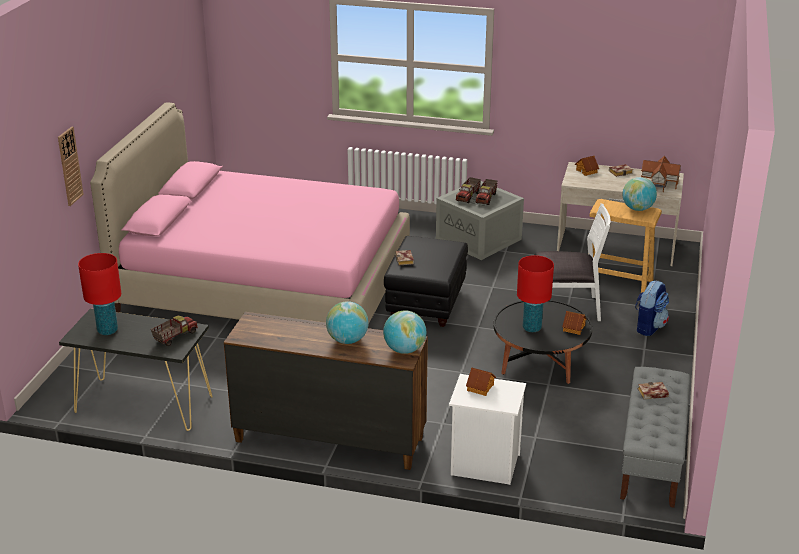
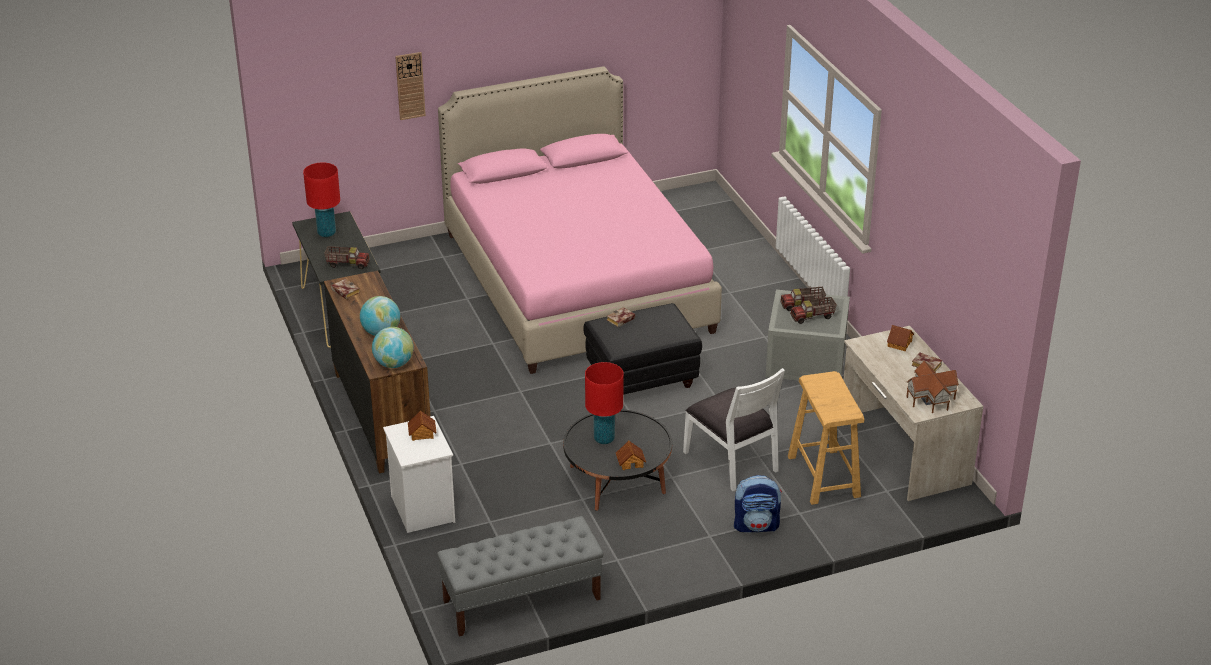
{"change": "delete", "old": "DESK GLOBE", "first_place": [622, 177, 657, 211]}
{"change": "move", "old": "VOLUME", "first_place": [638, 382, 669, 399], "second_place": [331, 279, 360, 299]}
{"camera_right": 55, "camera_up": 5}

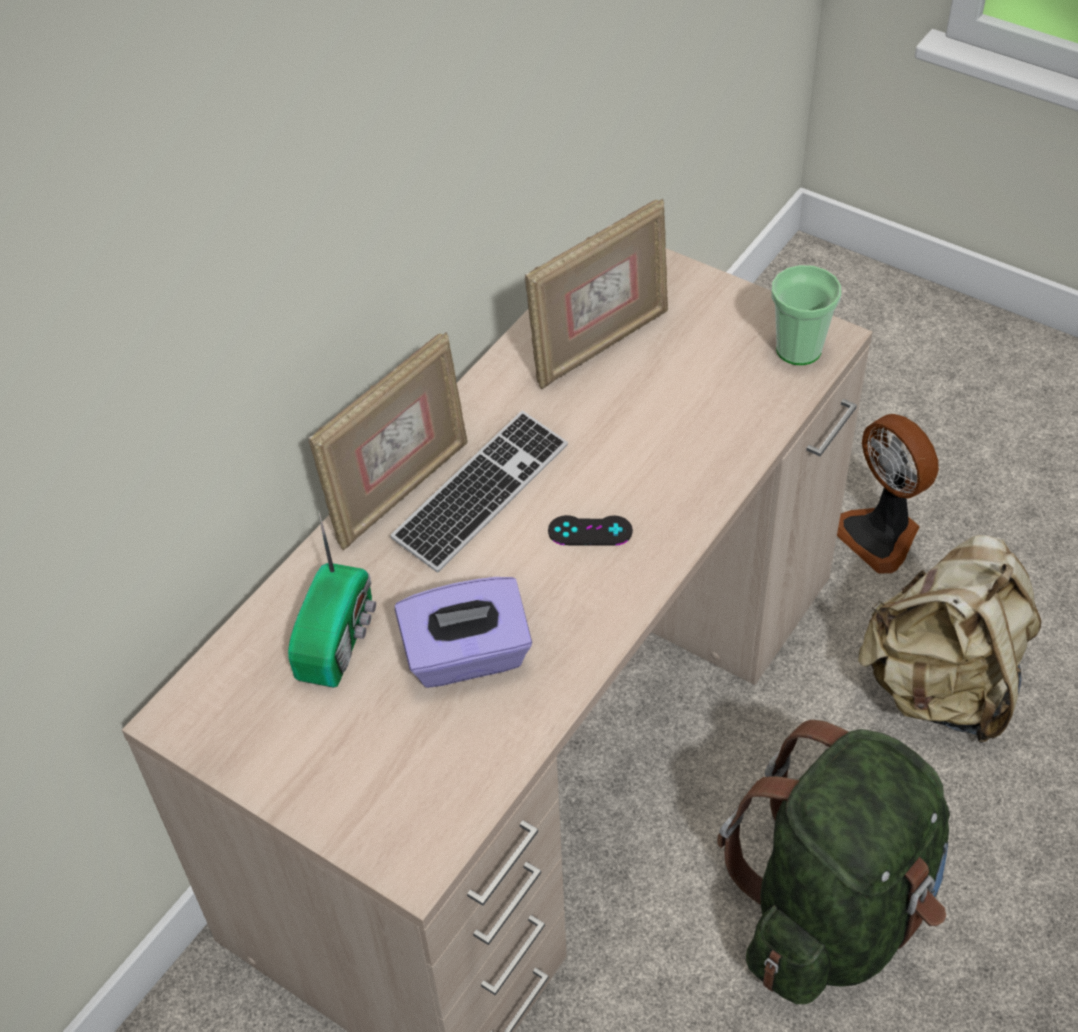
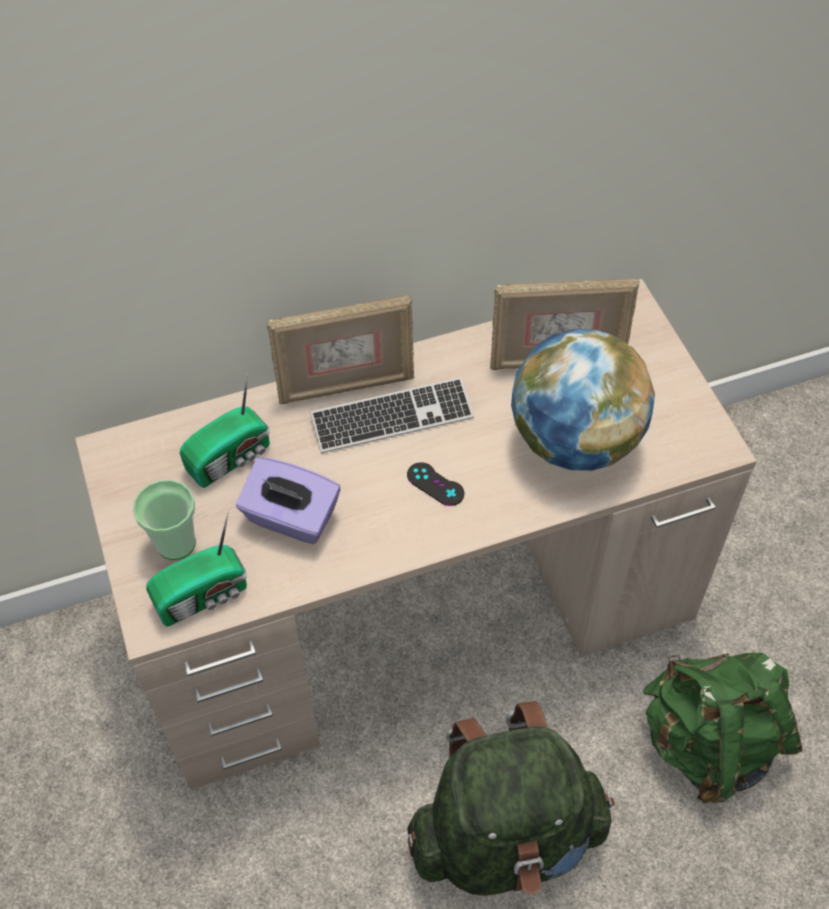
{"change": "move", "old": "SMALL CUP", "first_place": [771, 265, 841, 365], "second_place": [133, 480, 196, 560]}
{"change": "delete", "old": "COOLING FAN", "first_place": [837, 414, 939, 574]}
{"change": "recolor", "old": "BEIGE-COLOURED RUCKSACK", "new": "GREEN-COLOURED RUCKSACK", "first_place": [858, 535, 1041, 743], "second_place": [643, 653, 803, 804]}
{"change": "insert", "new": "DESK GLOBE", "second_place": [511, 329, 655, 471]}
{"change": "insert", "new": "RADIO RECEIVER", "second_place": [146, 512, 247, 627]}
{"camera_right": 35, "camera_up": 5}

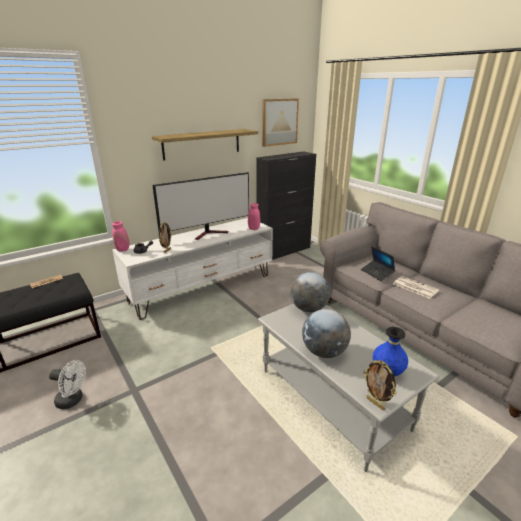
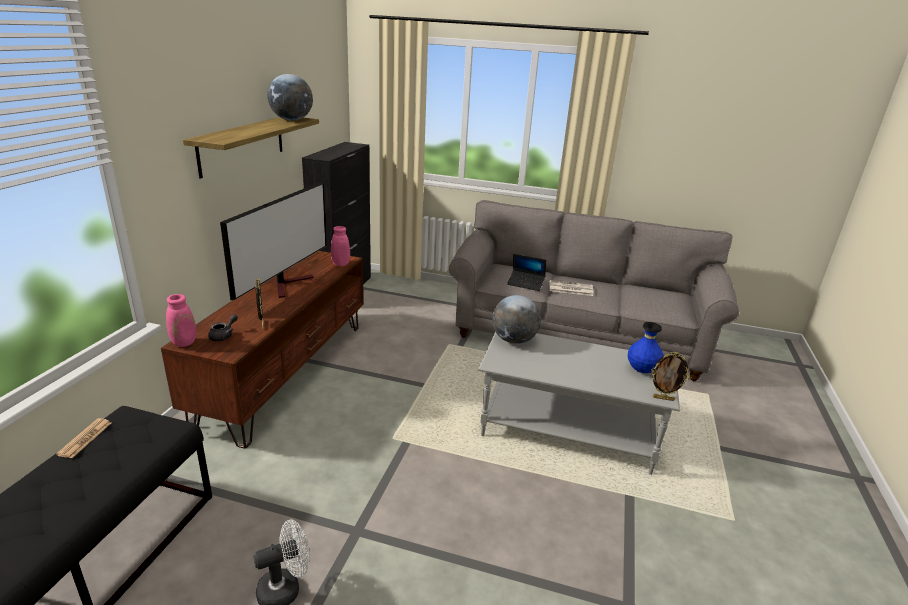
{"change": "delete", "old": "WALL ART", "first_place": [262, 98, 299, 147]}
{"change": "recolor", "old": "WHITISH TV UNIT", "new": "BROWN TV UNIT", "first_place": [112, 218, 273, 320], "second_place": [161, 251, 364, 449]}
{"change": "move", "old": "DESK GLOBE", "first_place": [302, 309, 351, 358], "second_place": [267, 74, 313, 121]}
{"camera_right": -40, "camera_up": 0}

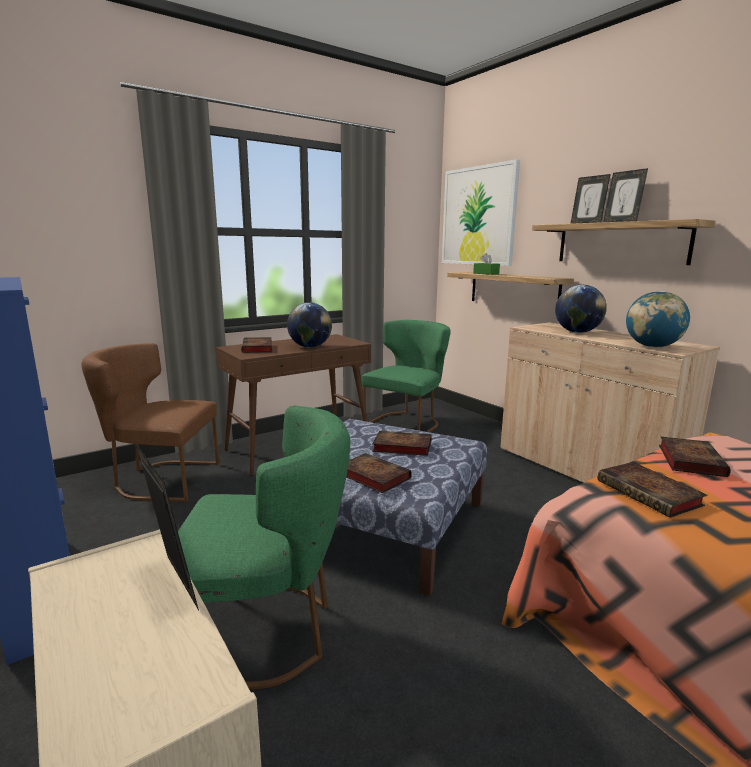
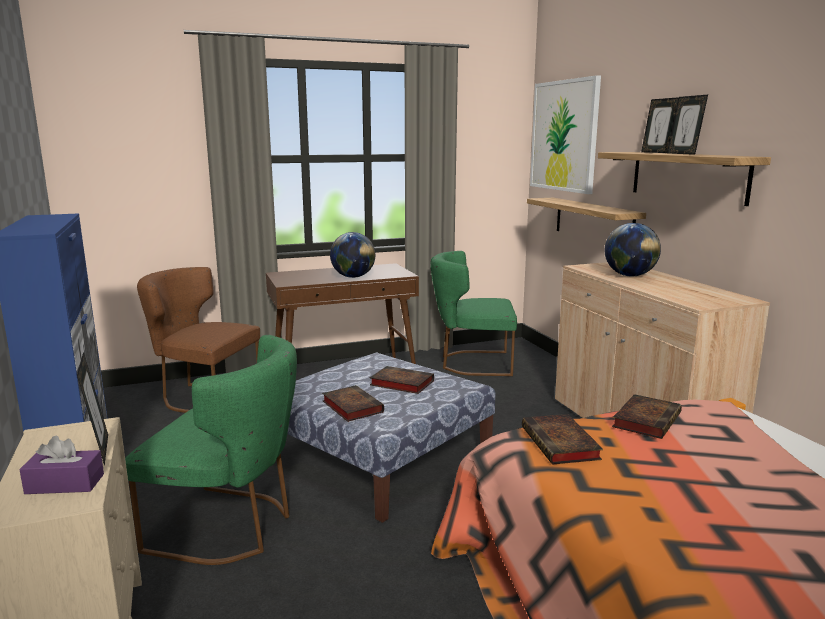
{"change": "delete", "old": "GREEN-COLOURED TISSUE HOLDER", "first_place": [473, 253, 500, 275]}
{"change": "delete", "old": "DESK GLOBE", "first_place": [626, 291, 690, 348]}
{"change": "rotate", "old": "GREEN-COLOURED UPRIGHT CHAIR", "first_place": [362, 320, 451, 432], "second_place": [431, 251, 517, 376], "degrees": -135}
{"change": "delete", "old": "VOLUME", "first_place": [241, 337, 272, 353]}
{"change": "insert", "new": "PURPLE TISSUE HOLDER", "second_place": [19, 436, 104, 494]}
{"camera_right": 15, "camera_up": 0}

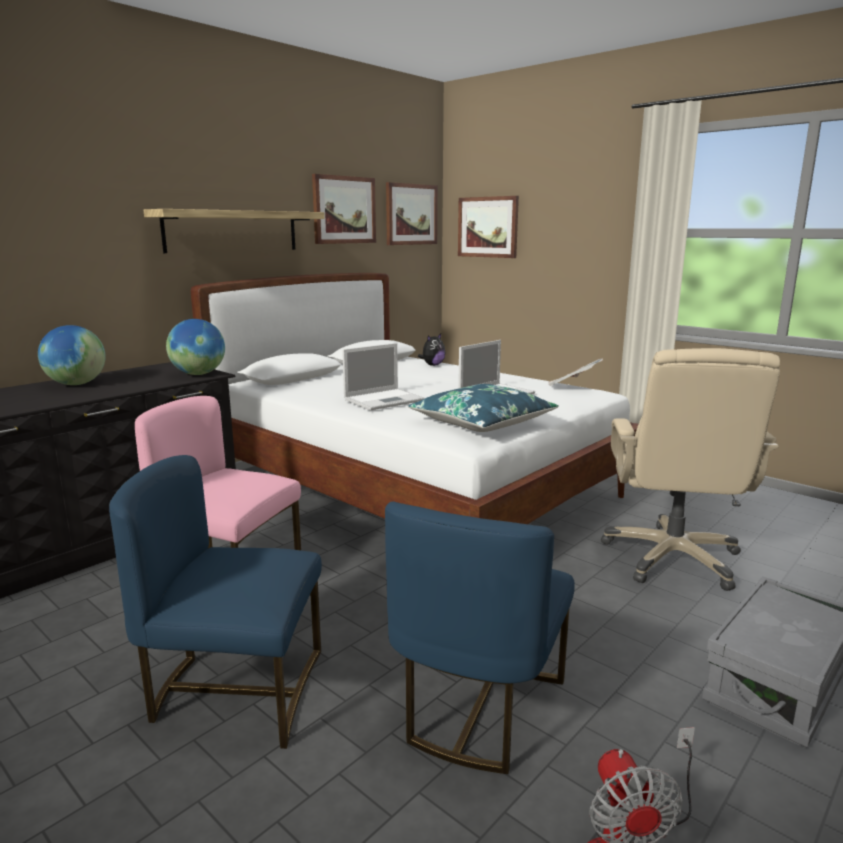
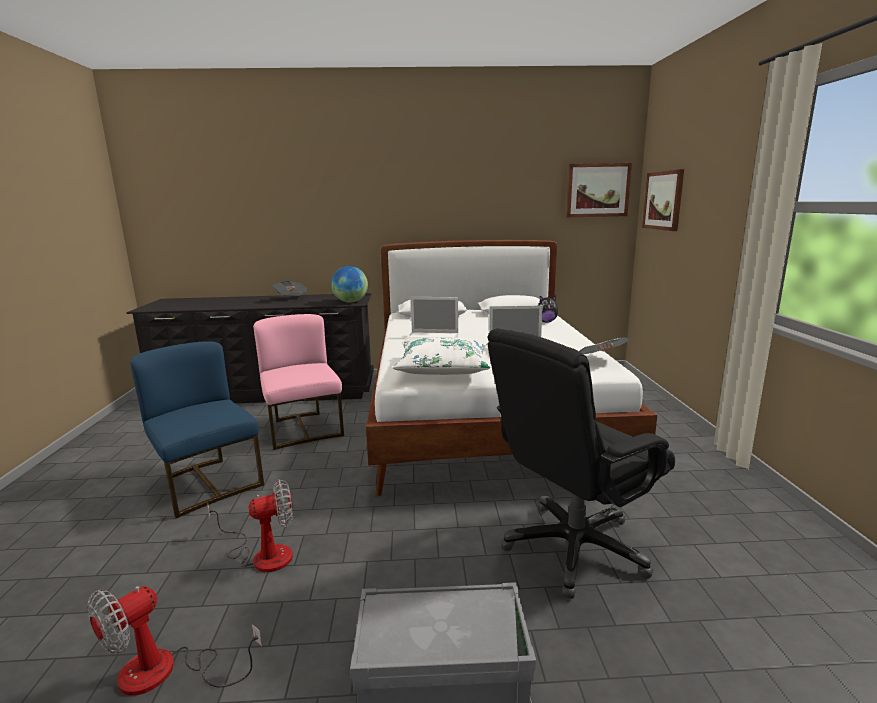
{"change": "delete", "old": "WALL ART", "first_place": [312, 174, 376, 244]}
{"change": "delete", "old": "BRACKET SHELF", "first_place": [143, 209, 325, 253]}
{"change": "replace", "old": "DESK GLOBE", "new": "PRINTED PAPER", "first_place": [38, 325, 106, 385], "second_place": [271, 281, 308, 296]}
{"change": "recolor", "old": "BEIGE-COLOURED OFFICE CHAIR", "new": "BLACKISH OFFICE CHAIR", "first_place": [601, 348, 780, 591], "second_place": [487, 329, 675, 599]}
{"change": "recolor", "old": "BLUE-COLOURED PILLOW", "new": "WHITISH PILLOW", "first_place": [408, 384, 559, 432], "second_place": [392, 338, 490, 375]}
{"change": "replace", "old": "BLUE-COLOURED UPRIGHT CHAIR", "new": "COOLING FAN", "first_place": [385, 501, 575, 774], "second_place": [208, 479, 293, 572]}
{"camera_right": 45, "camera_up": 0}

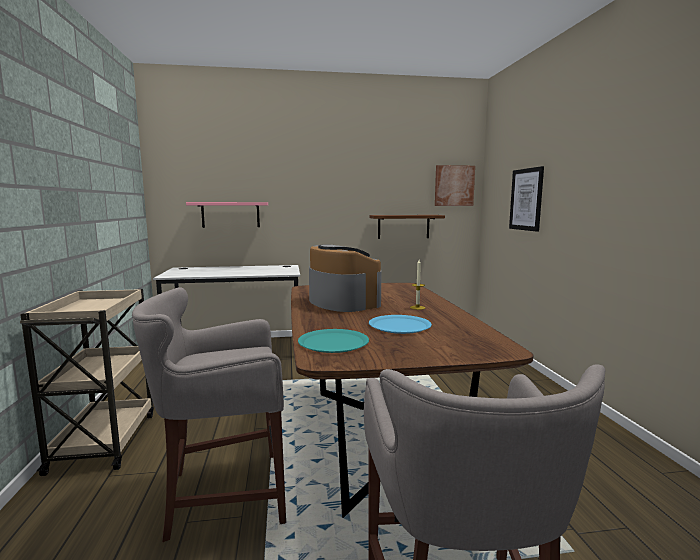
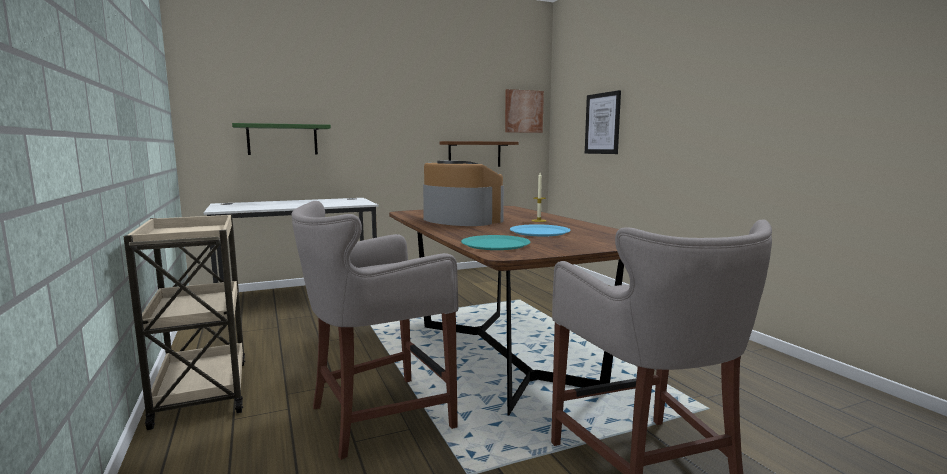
{"change": "recolor", "old": "PINKISH BRACKET SHELF", "new": "GREEN-COLOURED BRACKET SHELF", "first_place": [186, 202, 268, 228], "second_place": [232, 123, 331, 155]}
{"camera_right": -15, "camera_up": 0}

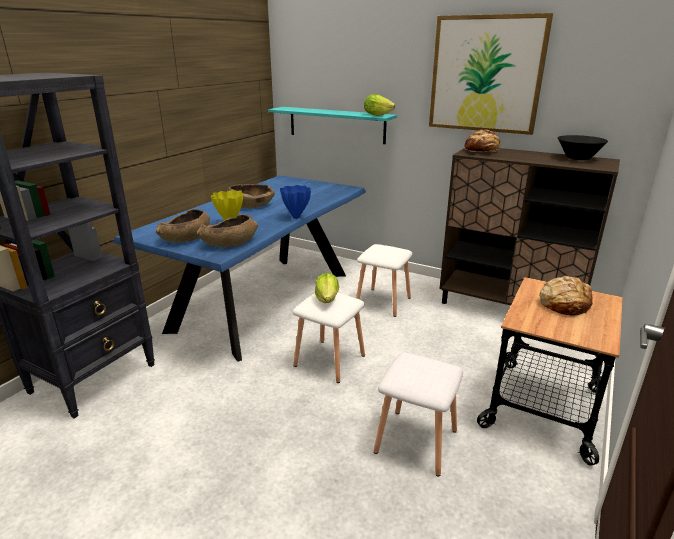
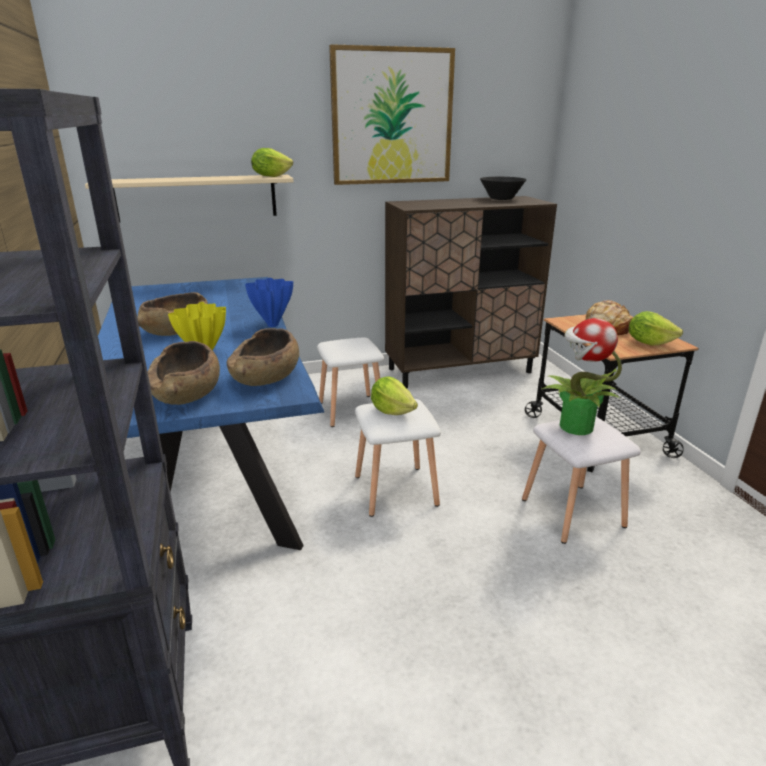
{"change": "recolor", "old": "TURQUOISE BRACKET SHELF", "new": "BEIGE-COLOURED BRACKET SHELF", "first_place": [268, 107, 397, 144], "second_place": [85, 175, 294, 222]}
{"change": "delete", "old": "BAKERY BREAD", "first_place": [464, 129, 500, 152]}
{"change": "insert", "new": "LETTUCE HEAD", "second_place": [629, 311, 683, 345]}
{"change": "insert", "new": "HOUSEPLANT", "second_place": [542, 318, 622, 435]}
{"camera_right": -45, "camera_up": 0}

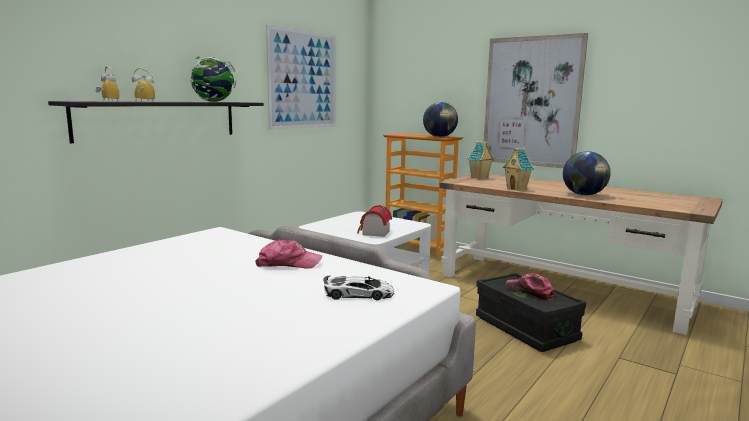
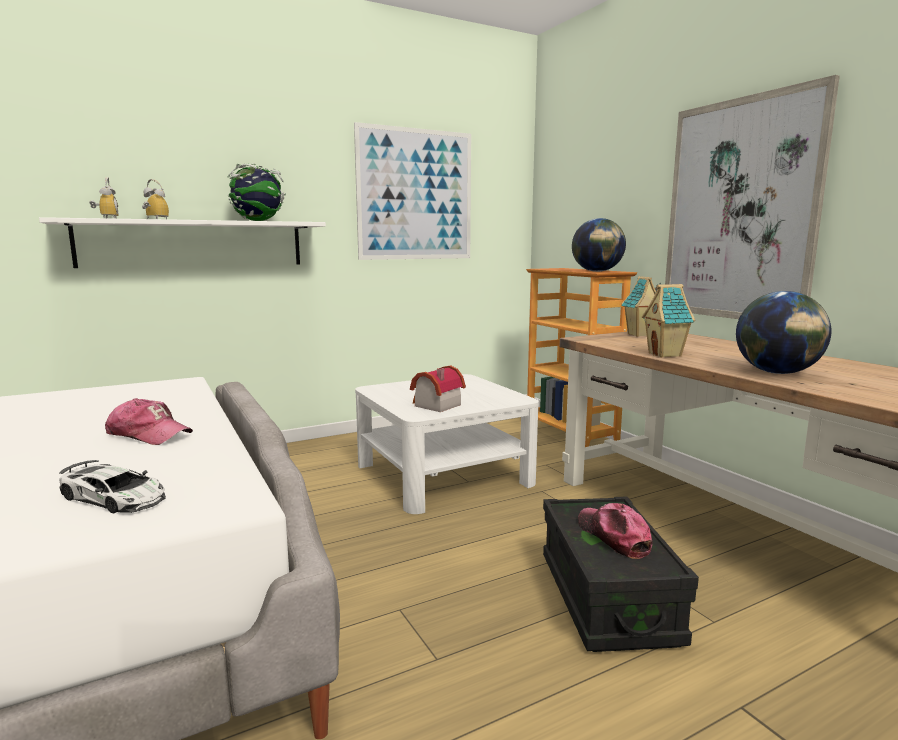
{"change": "recolor", "old": "BLACKISH BRACKET SHELF", "new": "WHITISH BRACKET SHELF", "first_place": [48, 101, 264, 143], "second_place": [39, 217, 326, 268]}
{"camera_right": 25, "camera_up": 0}

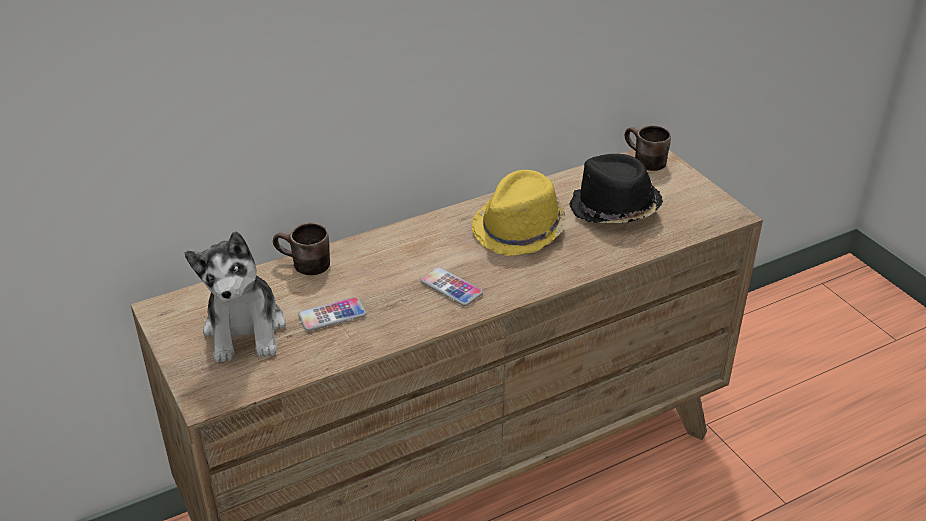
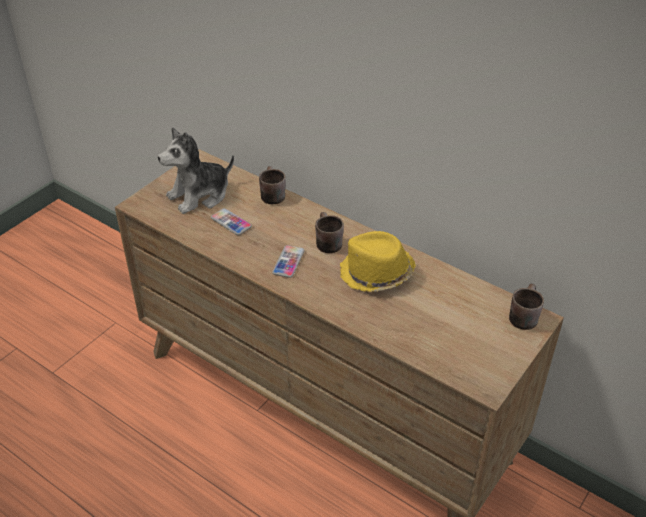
{"change": "delete", "old": "BLACKISH WEARABLE HAT", "first_place": [569, 154, 663, 223]}
{"change": "insert", "new": "BROWN COFFEE MUG", "second_place": [315, 212, 344, 253]}
{"camera_right": 65, "camera_up": 5}

